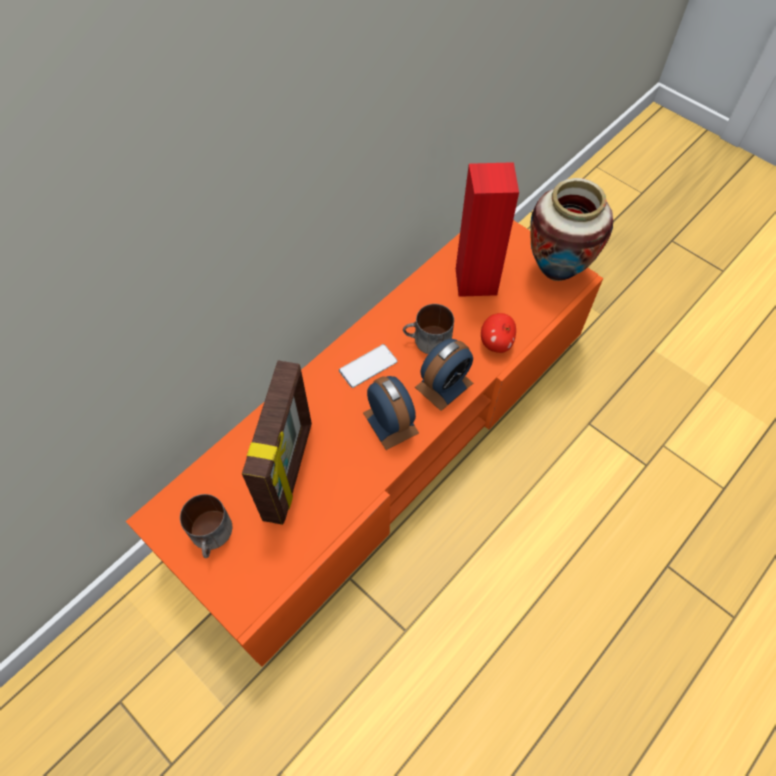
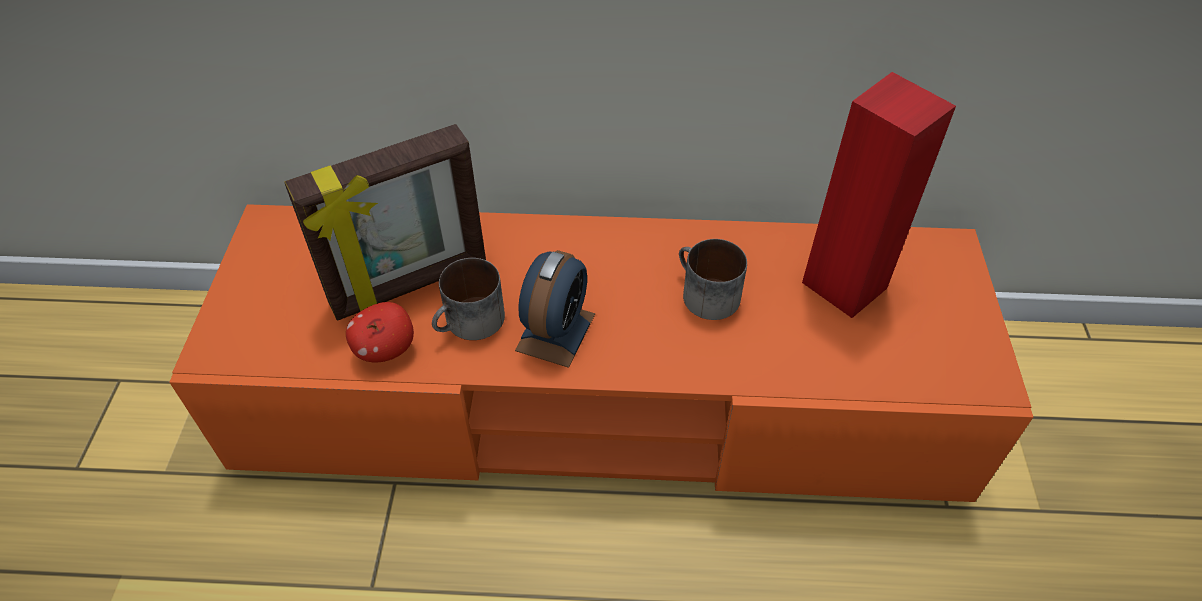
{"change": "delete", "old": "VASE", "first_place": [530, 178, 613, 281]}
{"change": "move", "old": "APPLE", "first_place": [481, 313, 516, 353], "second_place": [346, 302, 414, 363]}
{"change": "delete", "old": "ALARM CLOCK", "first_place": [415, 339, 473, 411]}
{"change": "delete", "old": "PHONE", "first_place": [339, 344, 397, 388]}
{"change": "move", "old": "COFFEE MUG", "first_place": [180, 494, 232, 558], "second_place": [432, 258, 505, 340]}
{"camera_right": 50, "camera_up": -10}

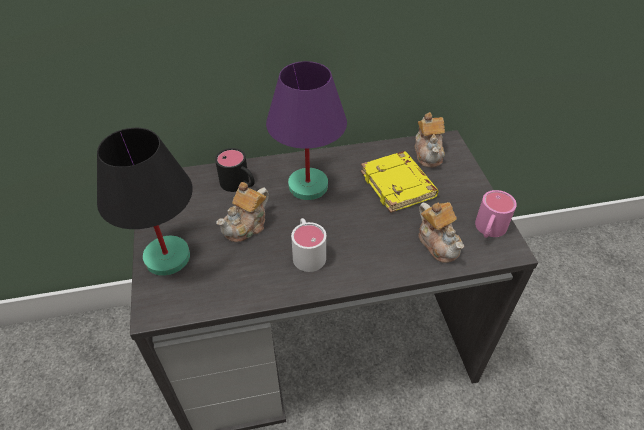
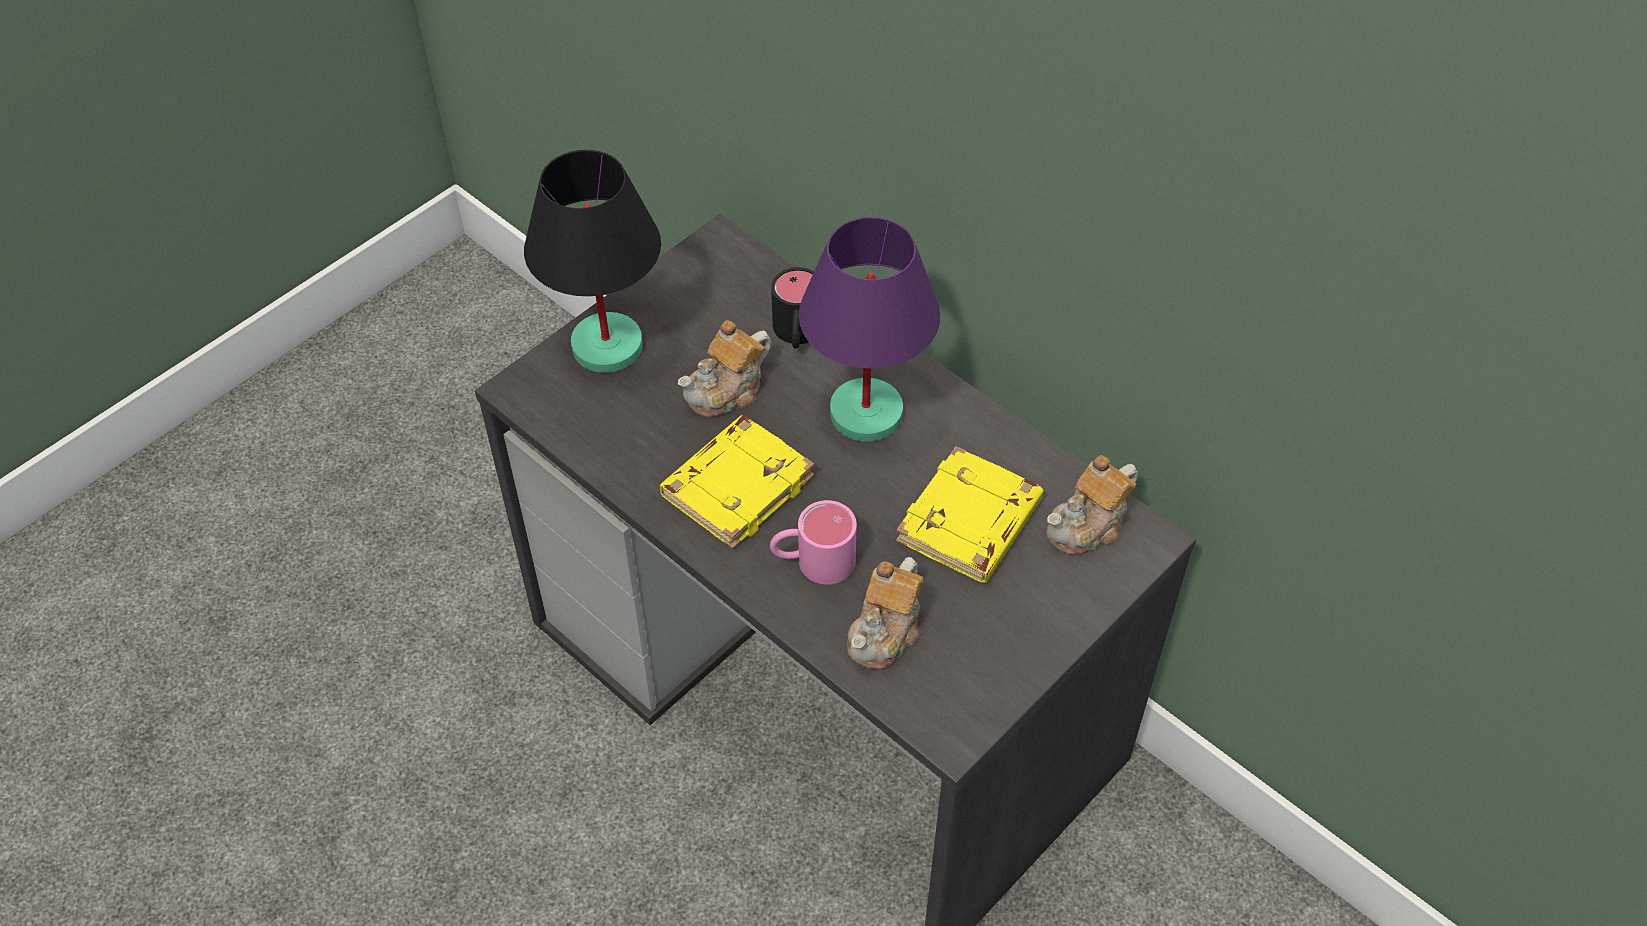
{"change": "rotate", "old": "TEA POT", "first_place": [217, 182, 269, 242], "second_place": [678, 320, 771, 417], "degrees": -45}
{"change": "move", "old": "PINKISH COFFEE MUG", "first_place": [475, 190, 517, 238], "second_place": [770, 500, 857, 584]}
{"change": "replace", "old": "WHITISH COFFEE MUG", "new": "YELLOWISH VOLUME", "first_place": [291, 218, 326, 272], "second_place": [659, 415, 815, 549]}
{"camera_right": 55, "camera_up": 5}

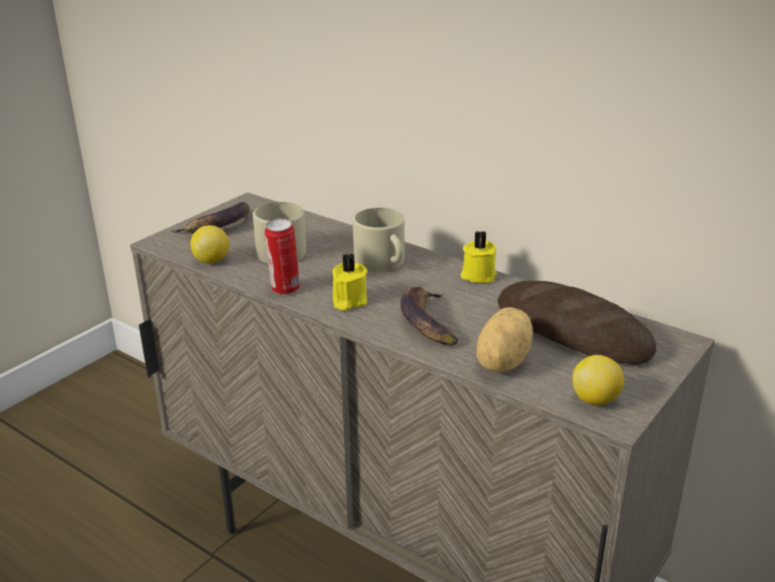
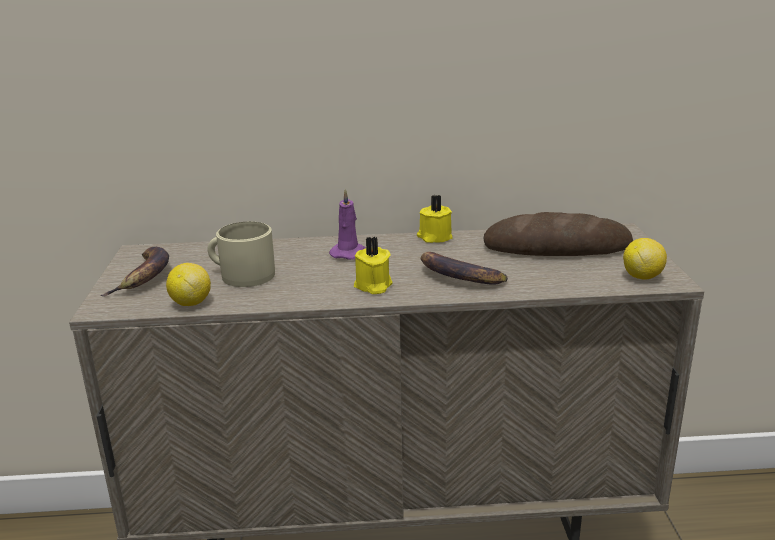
{"change": "replace", "old": "BEIGE-COLOURED COFFEE MUG", "new": "PURPLE CANDLE", "first_place": [353, 208, 405, 271], "second_place": [329, 188, 366, 260]}
{"change": "delete", "old": "METAL CAN", "first_place": [265, 218, 300, 295]}
{"change": "delete", "old": "WHOLE POTATO", "first_place": [476, 307, 533, 373]}
{"camera_right": -40, "camera_up": -5}

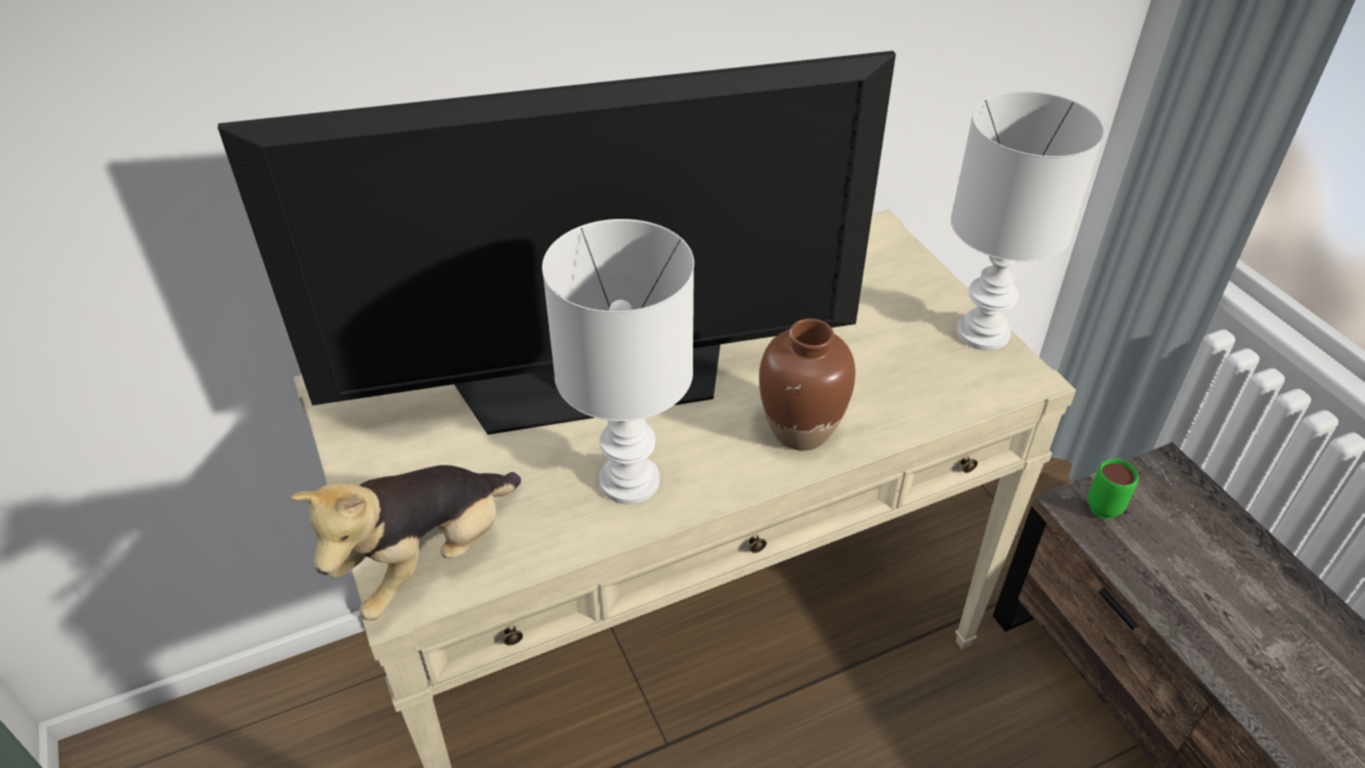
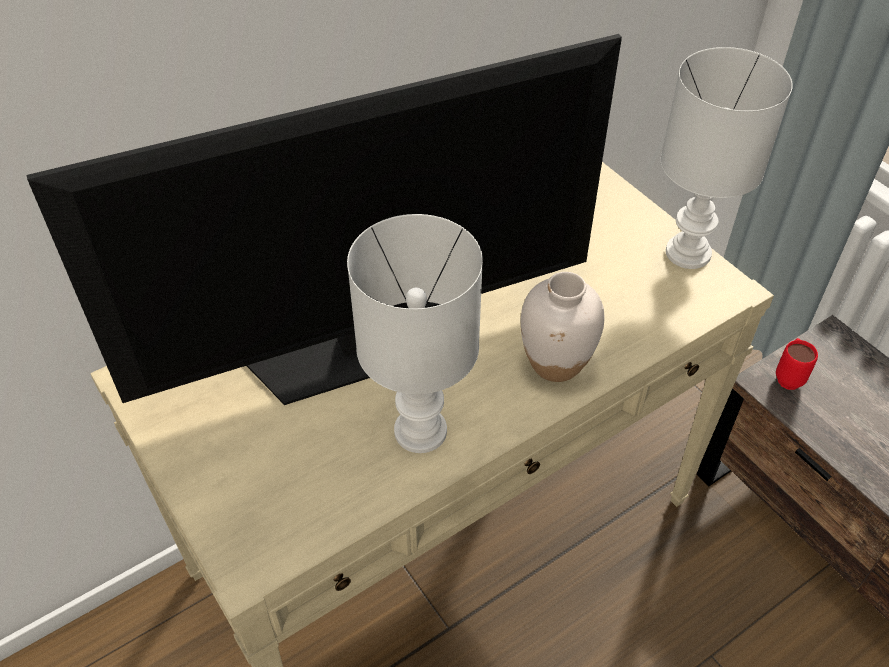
{"change": "recolor", "old": "BROWN VASE", "new": "WHITISH VASE", "first_place": [759, 318, 856, 451], "second_place": [521, 272, 605, 382]}
{"change": "recolor", "old": "GREEN-COLOURED COFFEE MUG", "new": "REDDISH COFFEE MUG", "first_place": [1088, 458, 1138, 519], "second_place": [776, 338, 818, 390]}
{"change": "delete", "old": "SOFT TOY", "first_place": [291, 465, 521, 620]}
{"camera_right": -10, "camera_up": 5}

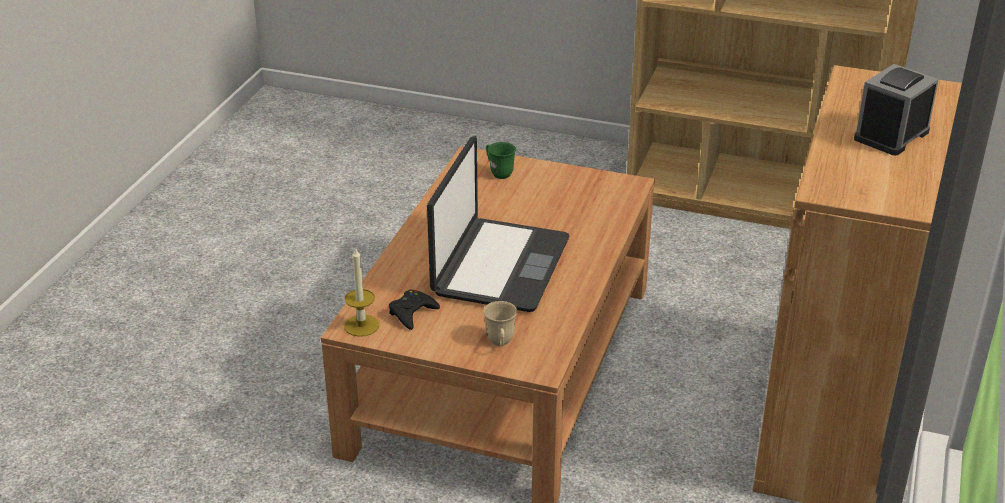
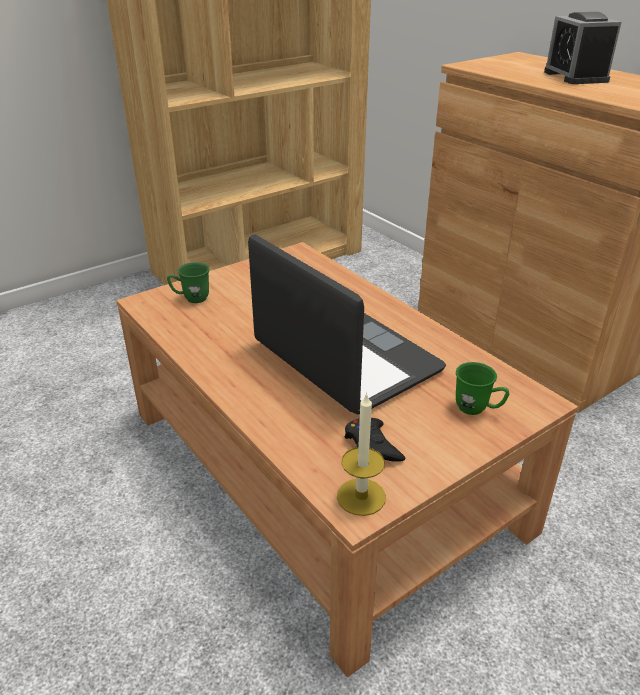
{"change": "recolor", "old": "BEIGE-COLOURED COFFEE MUG", "new": "GREEN-COLOURED COFFEE MUG", "first_place": [483, 301, 517, 347], "second_place": [456, 362, 509, 415]}
{"camera_right": -55, "camera_up": 0}

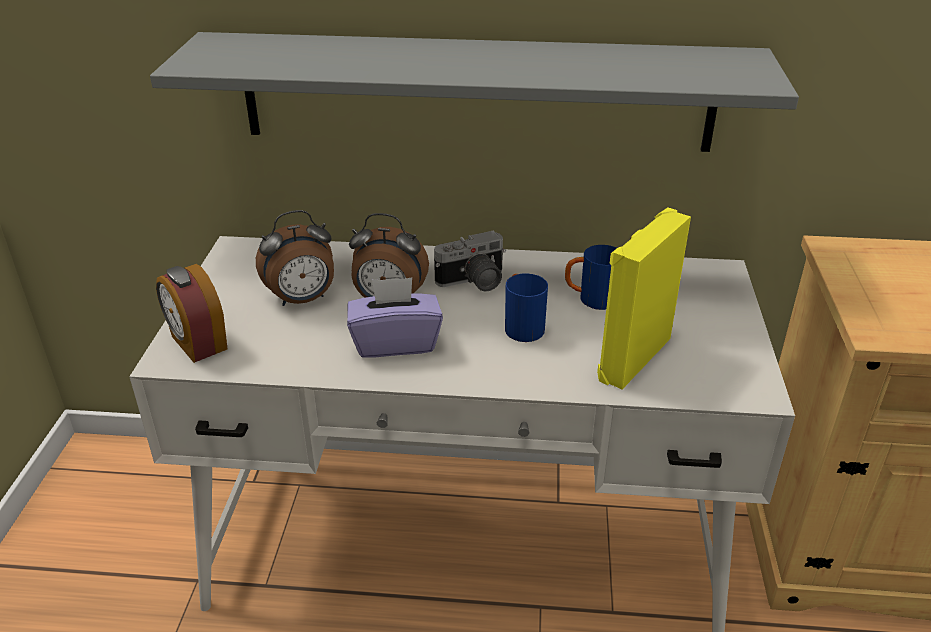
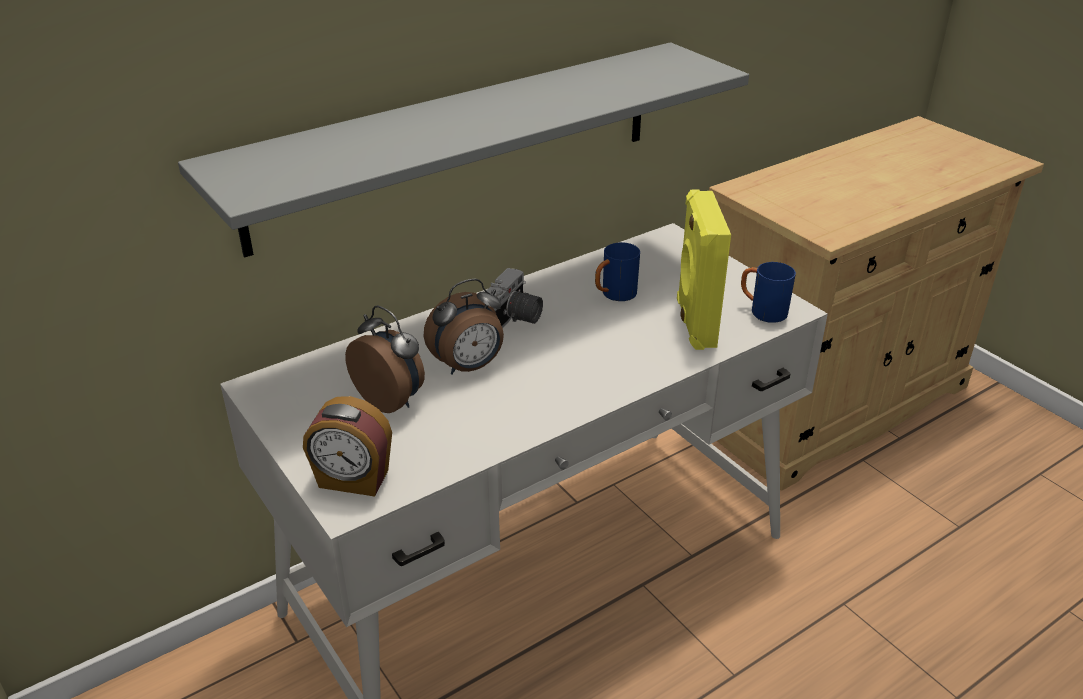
{"change": "rotate", "old": "ALARM CLOCK", "first_place": [256, 210, 334, 306], "second_place": [345, 305, 425, 413], "degrees": -75}
{"change": "move", "old": "BLUE-COLOURED COFFEE MUG", "first_place": [505, 273, 548, 342], "second_place": [741, 262, 796, 323]}
{"change": "delete", "old": "PURPLE TISSUE HOLDER", "first_place": [347, 277, 443, 358]}
{"camera_right": -40, "camera_up": 0}

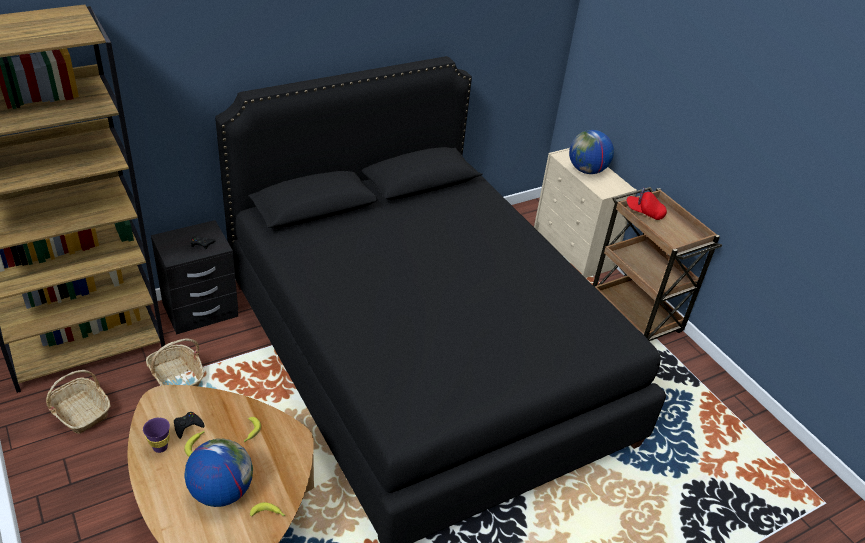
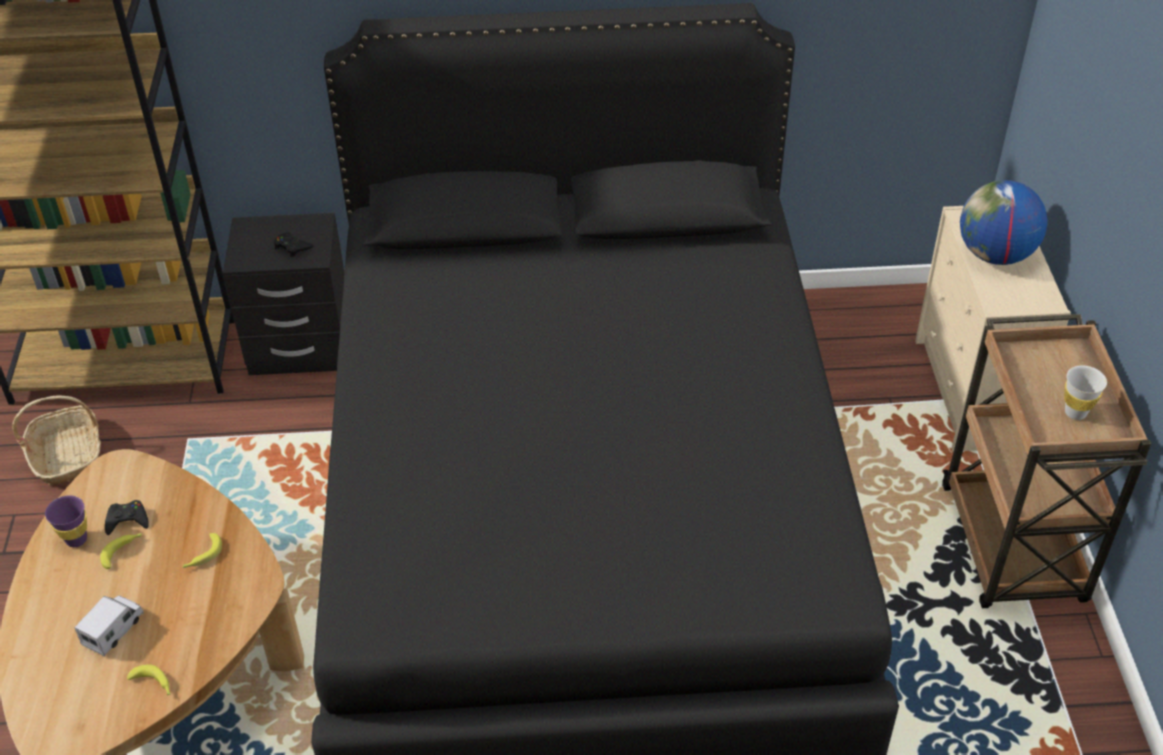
{"change": "delete", "old": "REDDISH BASEBALL CAP", "first_place": [627, 188, 667, 220]}
{"change": "delete", "old": "BASKET", "first_place": [146, 339, 204, 386]}
{"change": "replace", "old": "DESK GLOBE", "new": "TOY LORRY", "first_place": [184, 439, 253, 507], "second_place": [74, 596, 144, 657]}
{"change": "insert", "new": "WHITISH SMALL CUP", "second_place": [1064, 365, 1107, 420]}
{"camera_right": 30, "camera_up": 5}

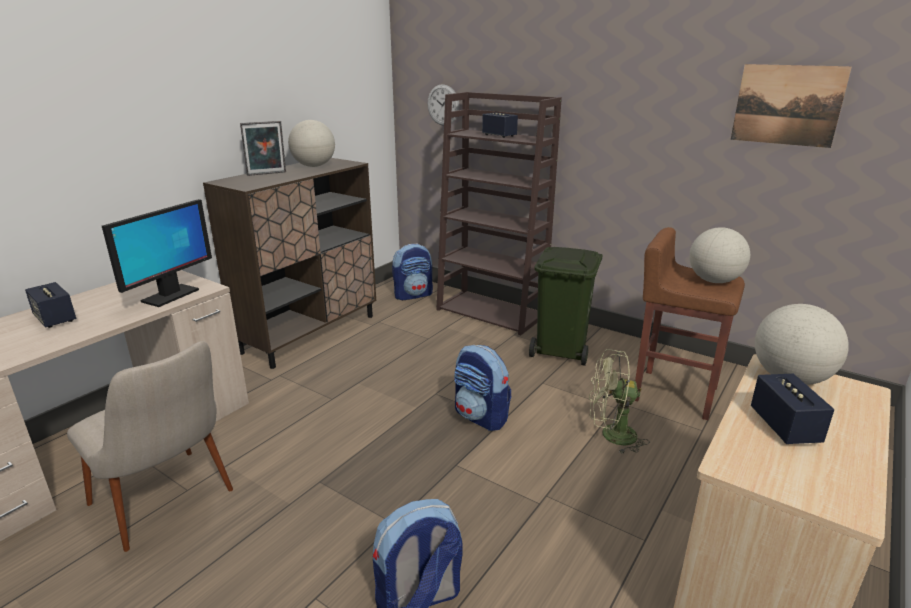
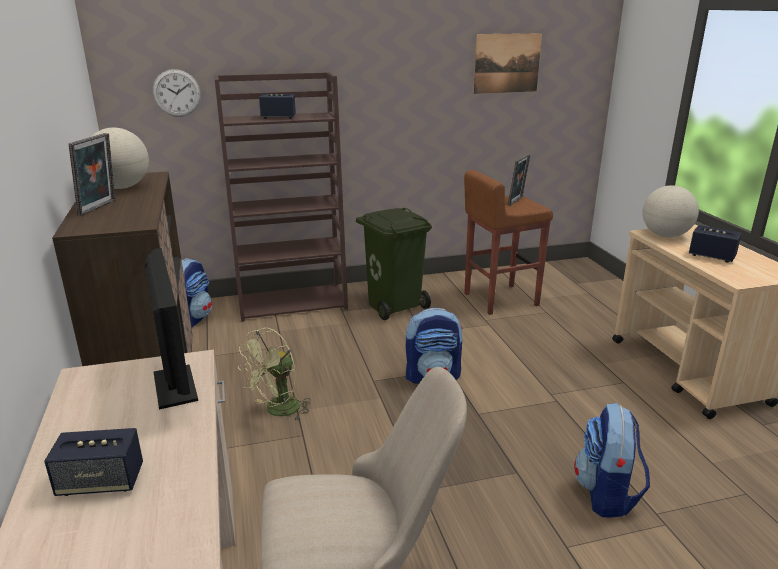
{"change": "replace", "old": "DESK GLOBE", "new": "PHOTO FRAME", "first_place": [689, 227, 750, 283], "second_place": [508, 154, 530, 206]}
{"change": "move", "old": "GREEN-COLOURED COOLING FAN", "first_place": [589, 349, 650, 454], "second_place": [238, 328, 311, 421]}
{"camera_right": -50, "camera_up": 0}

